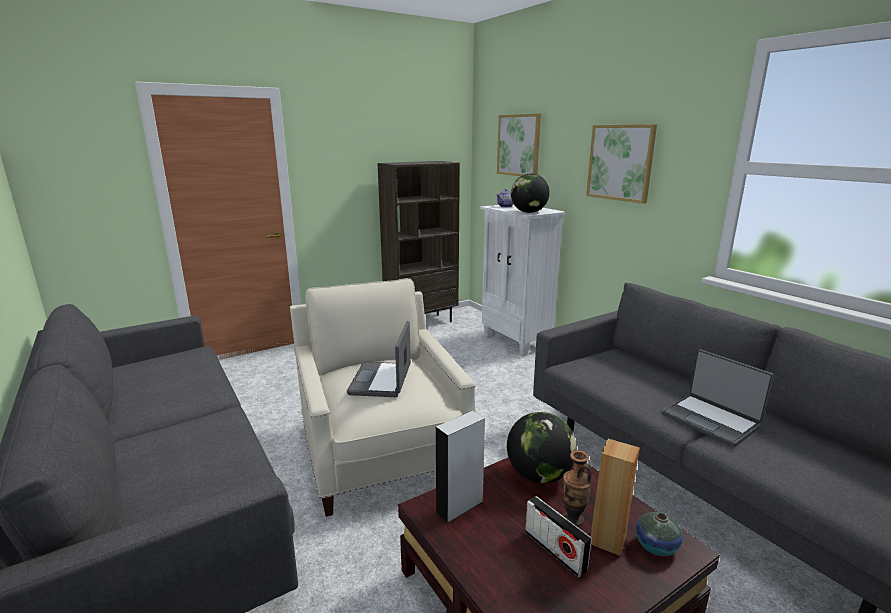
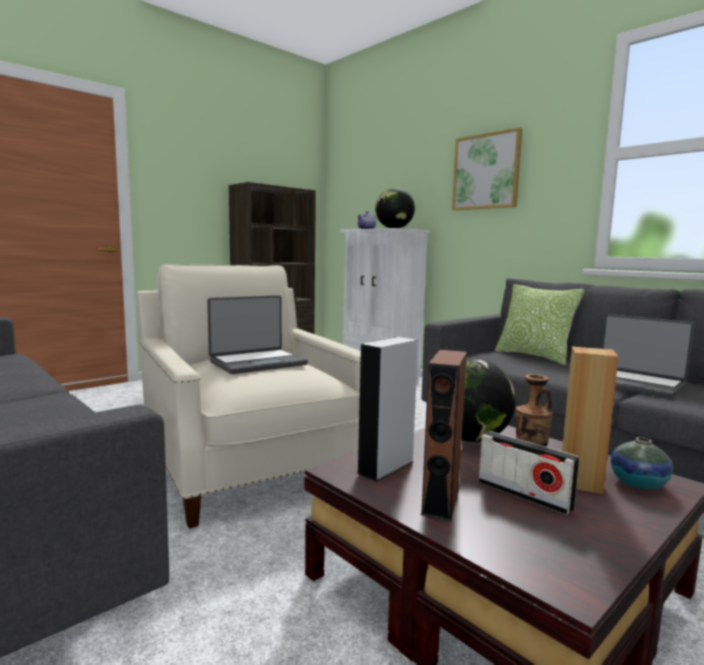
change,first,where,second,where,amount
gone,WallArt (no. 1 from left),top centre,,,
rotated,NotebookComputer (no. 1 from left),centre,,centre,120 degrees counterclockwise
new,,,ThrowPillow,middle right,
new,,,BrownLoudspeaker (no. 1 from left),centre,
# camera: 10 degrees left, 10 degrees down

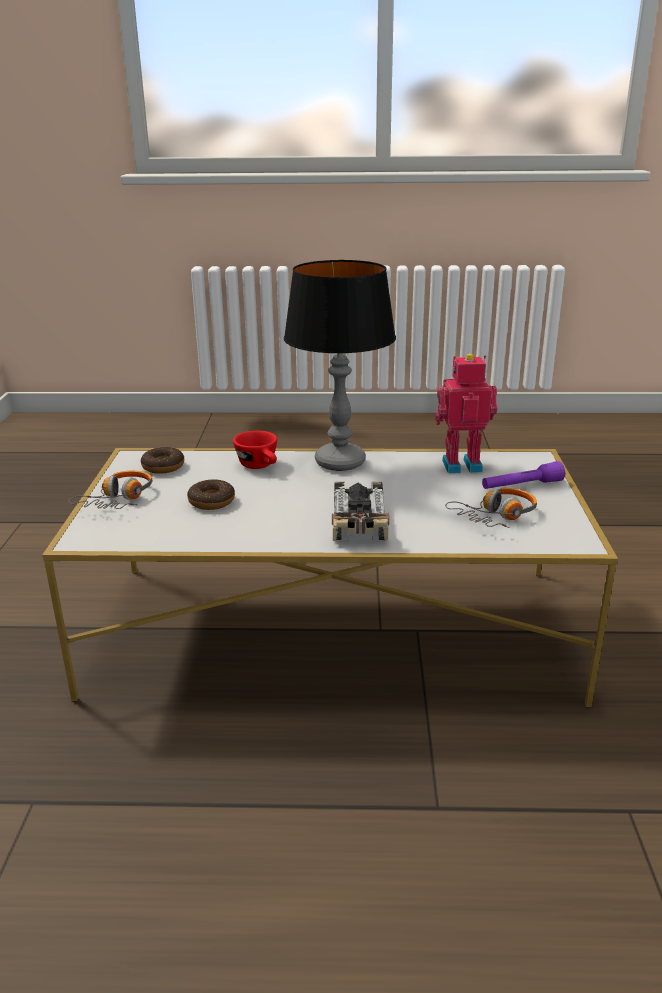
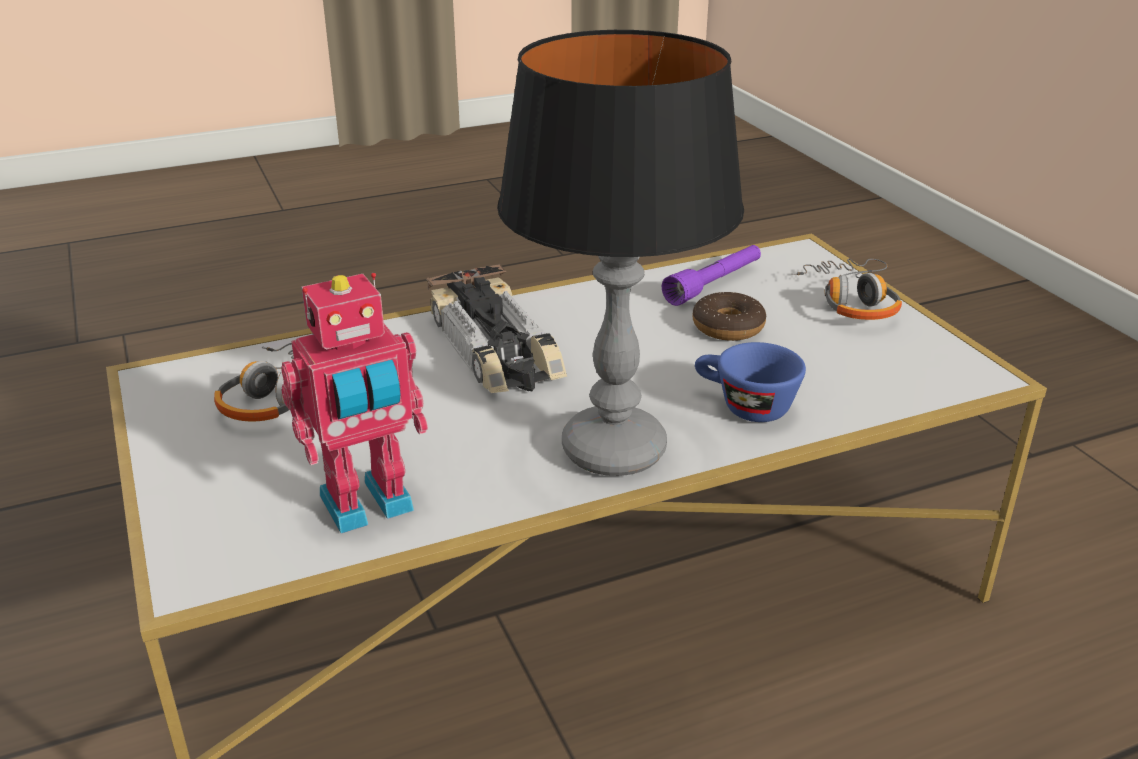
change,first,where,second,where,amount
repainted,RedSmallCup,centre,BlueColouredSmallCup,centre,
gone,Doughnut (no. 1 from left),middle left,,,
shifted,PurpleColouredTorch,middle right,,centre,
# camera: 155 degrees right, 5 degrees up

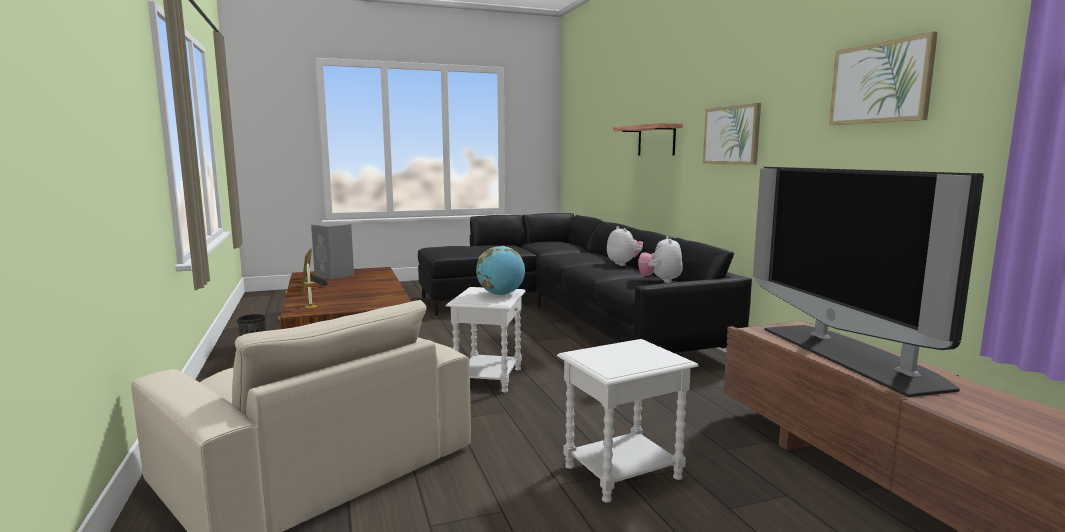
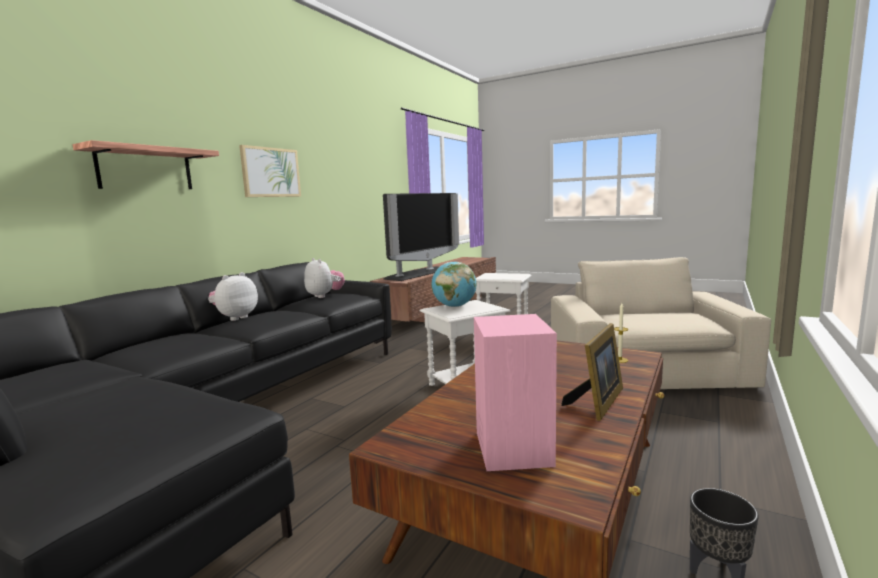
change,first,where,second,where,amount
gone,WallArt (no. 2 from left),top right,,,
repainted,GreyishLoudspeaker,middle left,PinkLoudspeaker,bottom centre,
rotated,CuddlyToy (no. 2 from left),centre,,centre,90 degrees counterclockwise
# camera: 130 degrees left, 0 degrees up

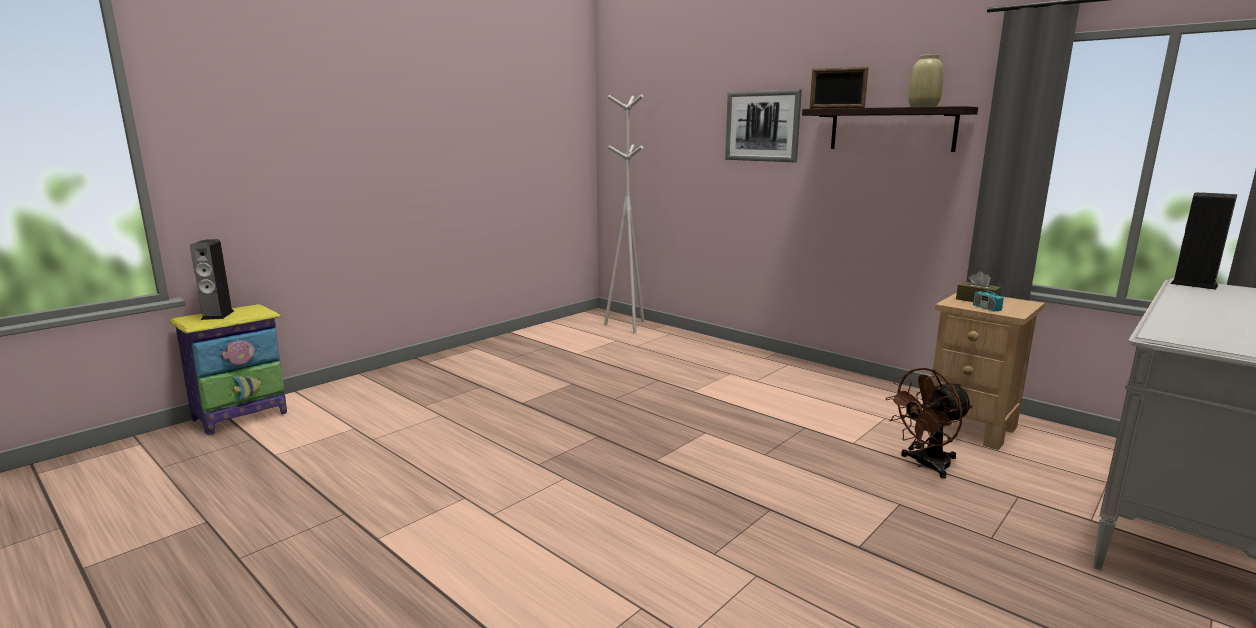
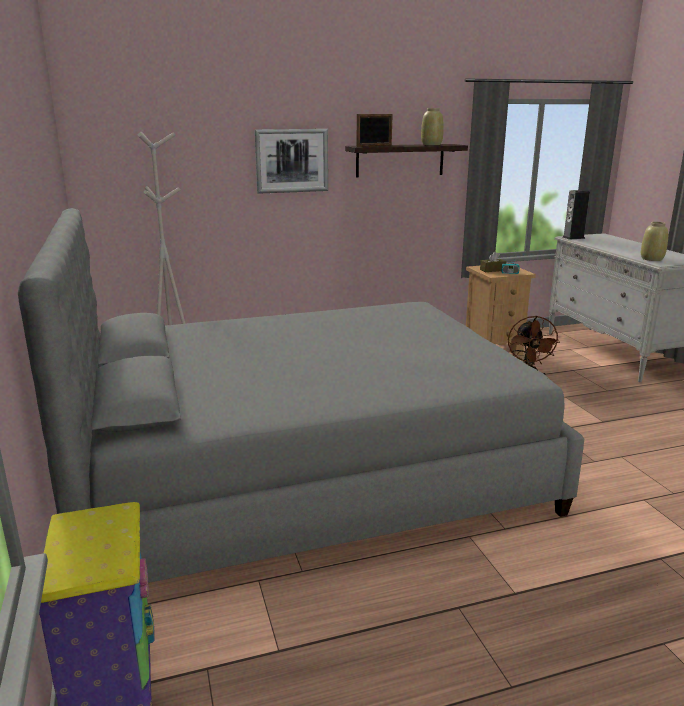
change,first,where,second,where,amount
gone,Loudspeaker (no. 1 from left),middle left,,,
new,,,GreyishBed,centre,
new,,,SandColouredDecorativeVase (no. 2 from left),middle right,
# camera: 60 degrees left, 5 degrees up

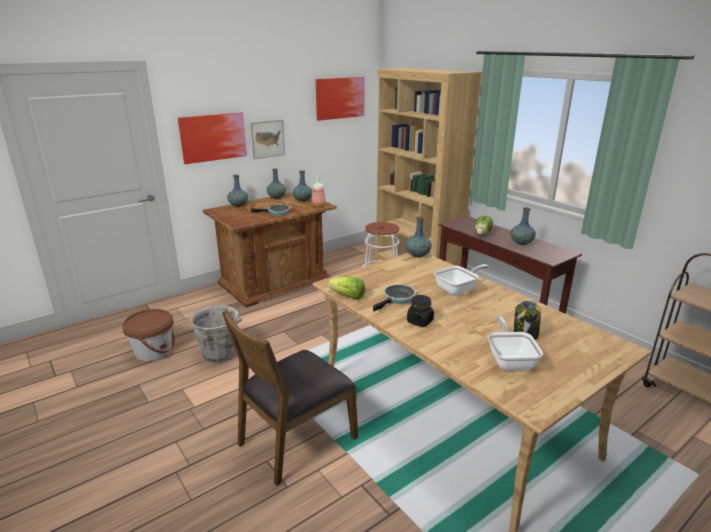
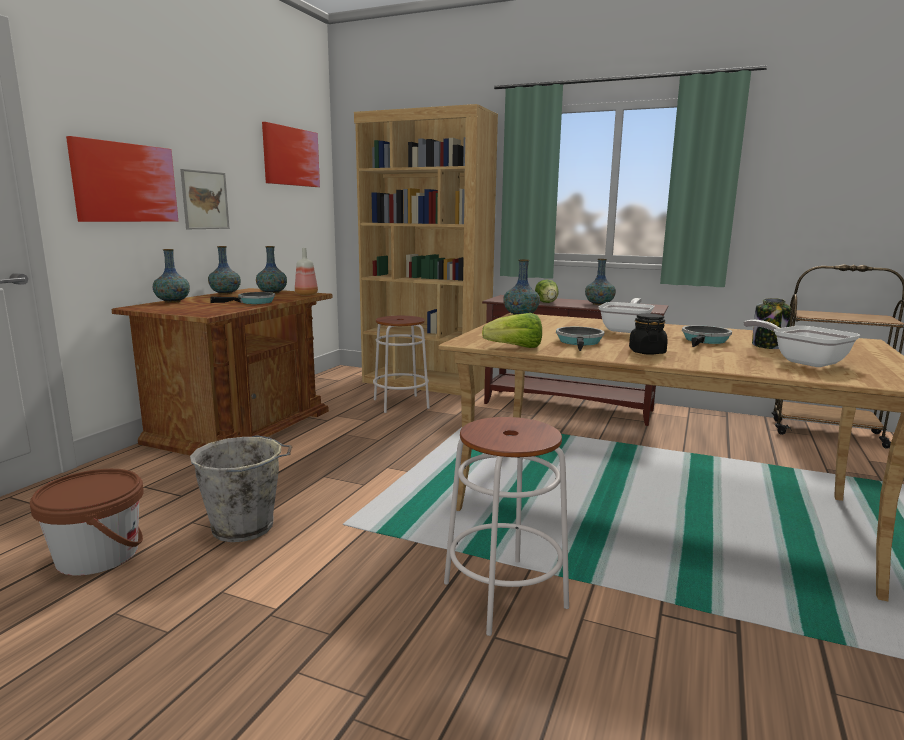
change,first,where,second,where,amount
swapped,BrownUprightChair,bottom centre,WhitishStoolSeat (no. 2 from left),bottom centre,
new,,,Skillet (no. 4 from left),middle right,
# camera: 30 degrees left, 10 degrees down

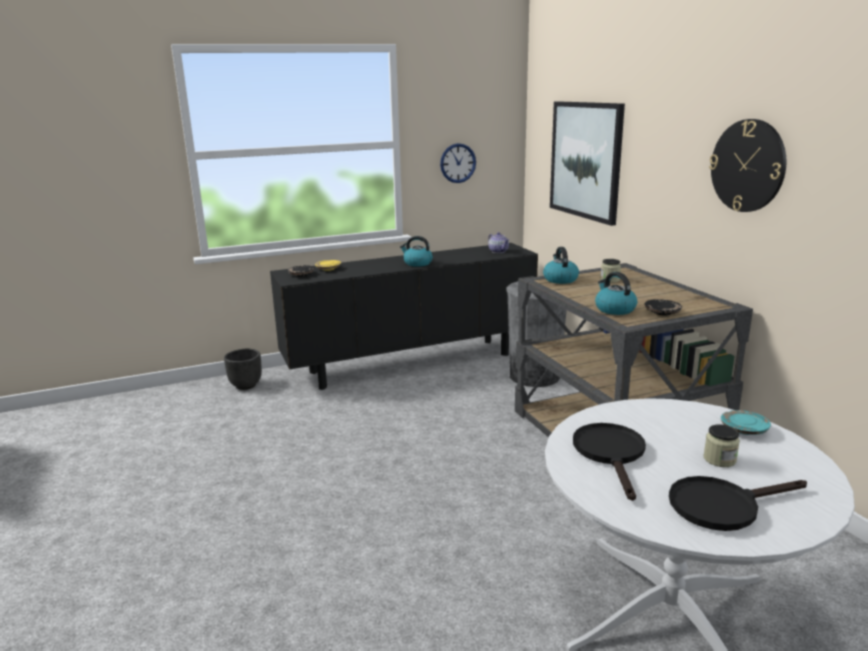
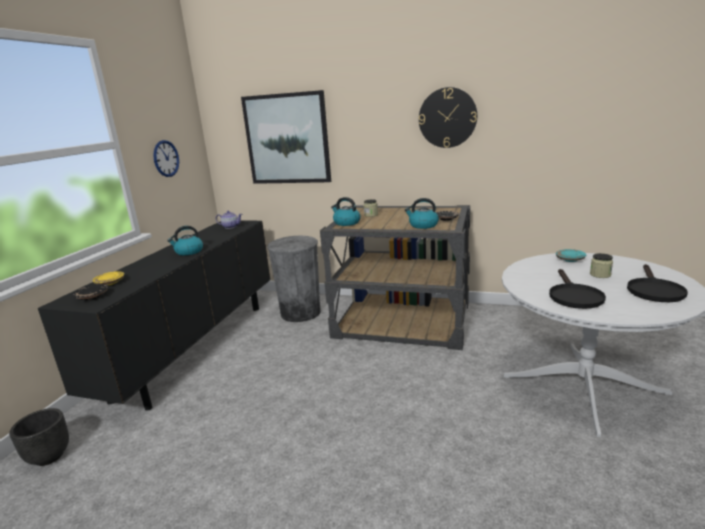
change,first,where,second,where,amount
rotated,BlackishSkillet (no. 1 from left),bottom right,,middle right,120 degrees counterclockwise
# camera: 50 degrees left, 0 degrees up

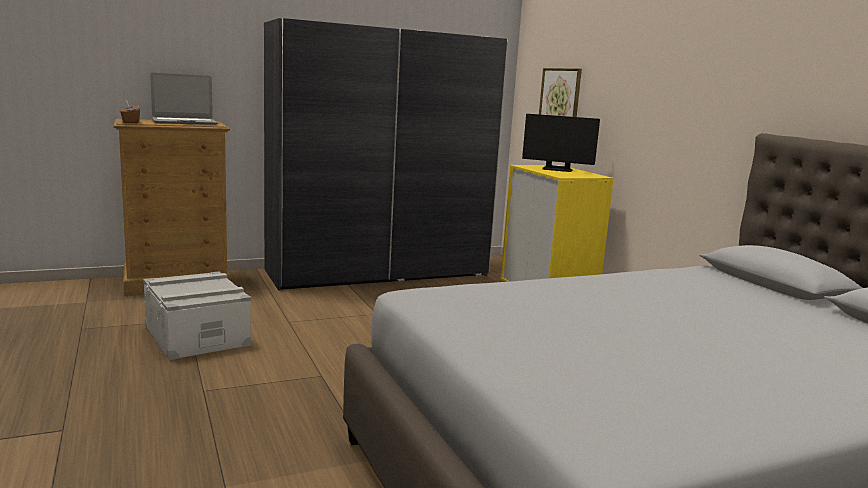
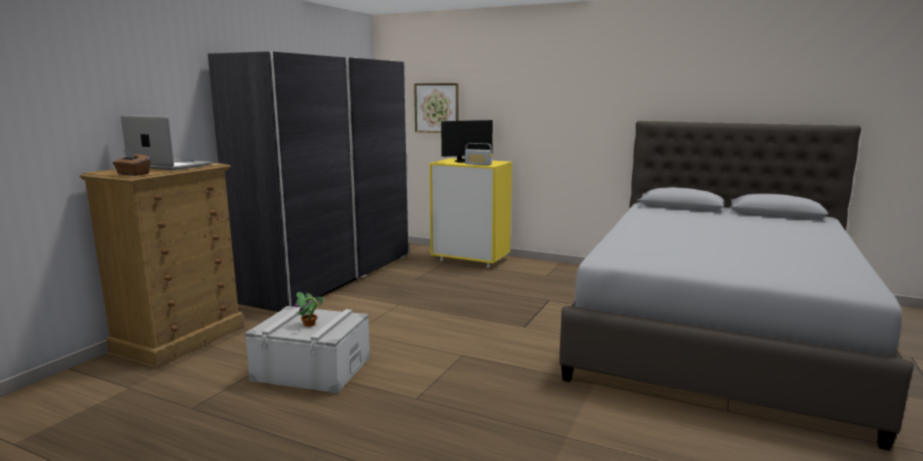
change,first,where,second,where,amount
rotated,NotebookComputer,top left,,top left,90 degrees counterclockwise
new,,,Radio,centre,
new,,,PlantInAPot,bottom centre,
# camera: 40 degrees left, 0 degrees up

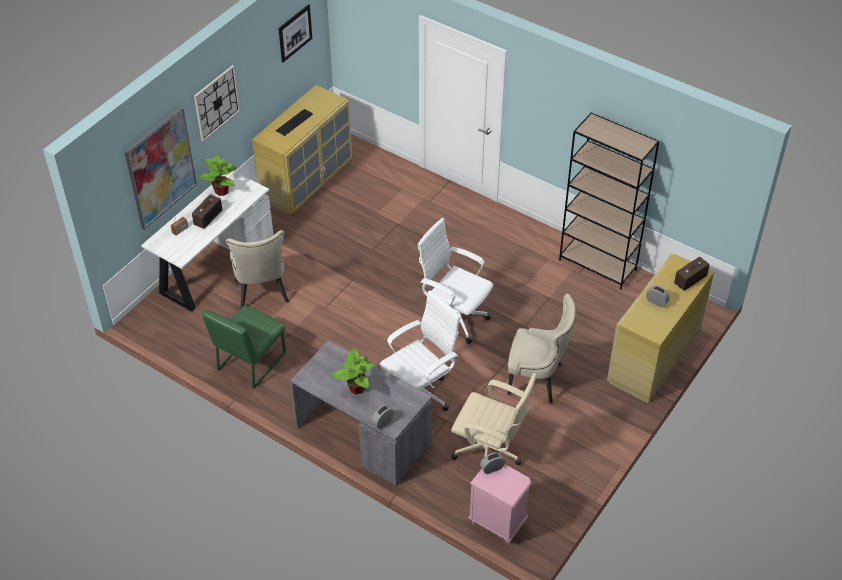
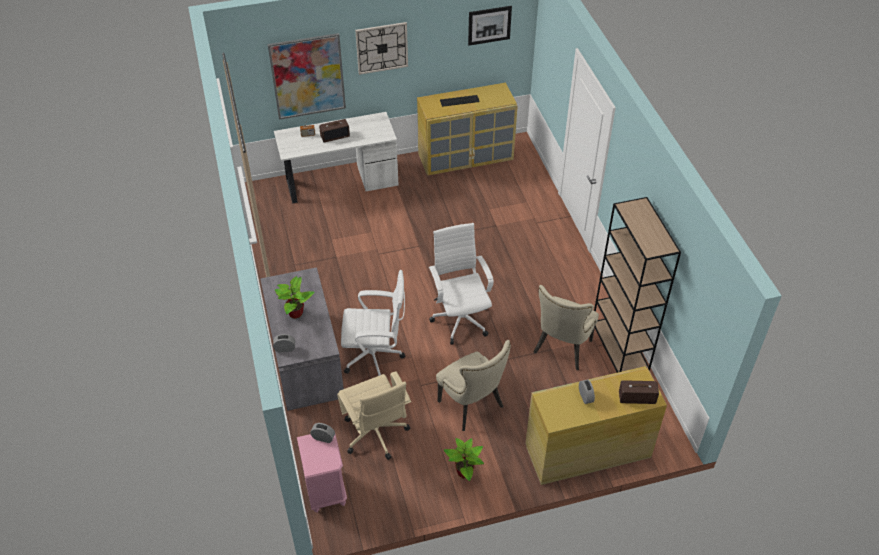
change,first,where,second,where,amount
shifted,PlantInAPot (no. 1 from left in the first image),top left,PlantInAPot (no. 2 from left),bottom centre,
shifted,SandColouredUprightChair (no. 1 from left in the first image),middle left,SandColouredUprightChair (no. 2 from left),centre,
gone,GreenColouredUprightChair,middle left,,,
# camera: 40 degrees right, 0 degrees up

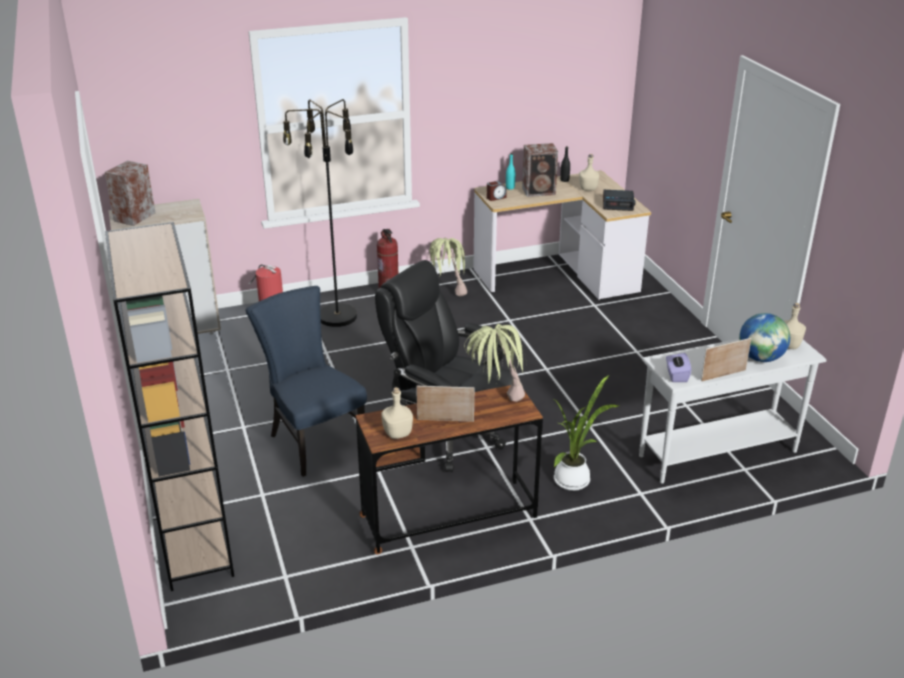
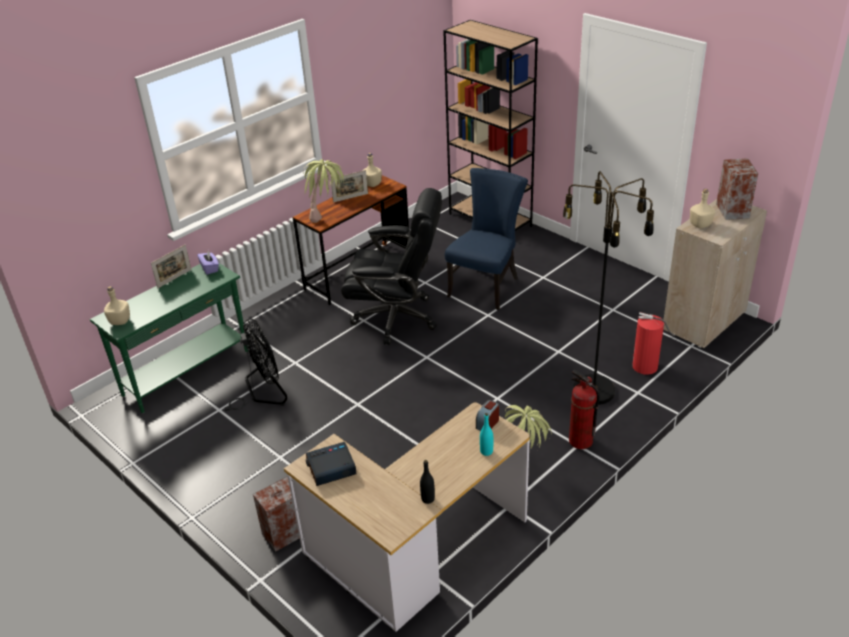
change,first,where,second,where,amount
shifted,Loudspeaker (no. 2 from left in the first image),top centre,Loudspeaker (no. 1 from left),bottom left,
shifted,SandColouredBottle (no. 2 from left in the first image),top centre,SandColouredBottle (no. 3 from left),top right,
rotated,BlueColouredUprightChair,centre,,centre,90 degrees counterclockwise
gone,Globe,middle right,,,
repainted,WhitishConsoleTable,middle right,GreenColouredConsoleTable,middle left,
gone,PlantInAPot (no. 3 from left),centre,,,
new,,,BlackishFan,middle left,
# camera: 155 degrees right, 5 degrees up

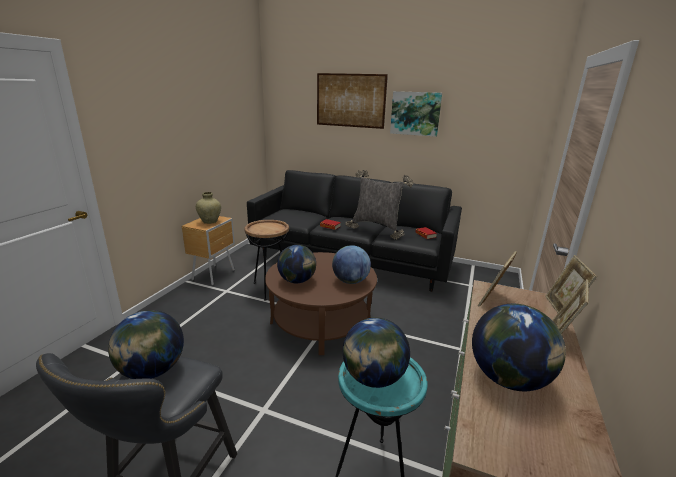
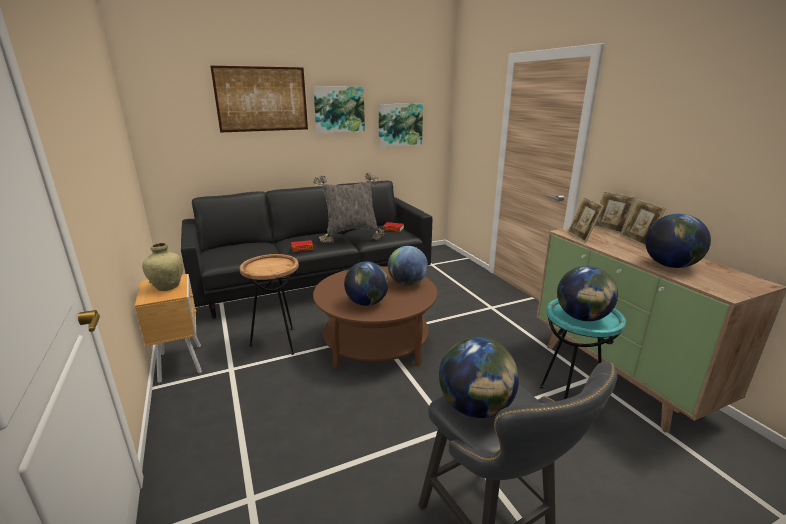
change,first,where,second,where,amount
new,,,WallArt (no. 3 from left),top centre,
# camera: 45 degrees left, 0 degrees up

